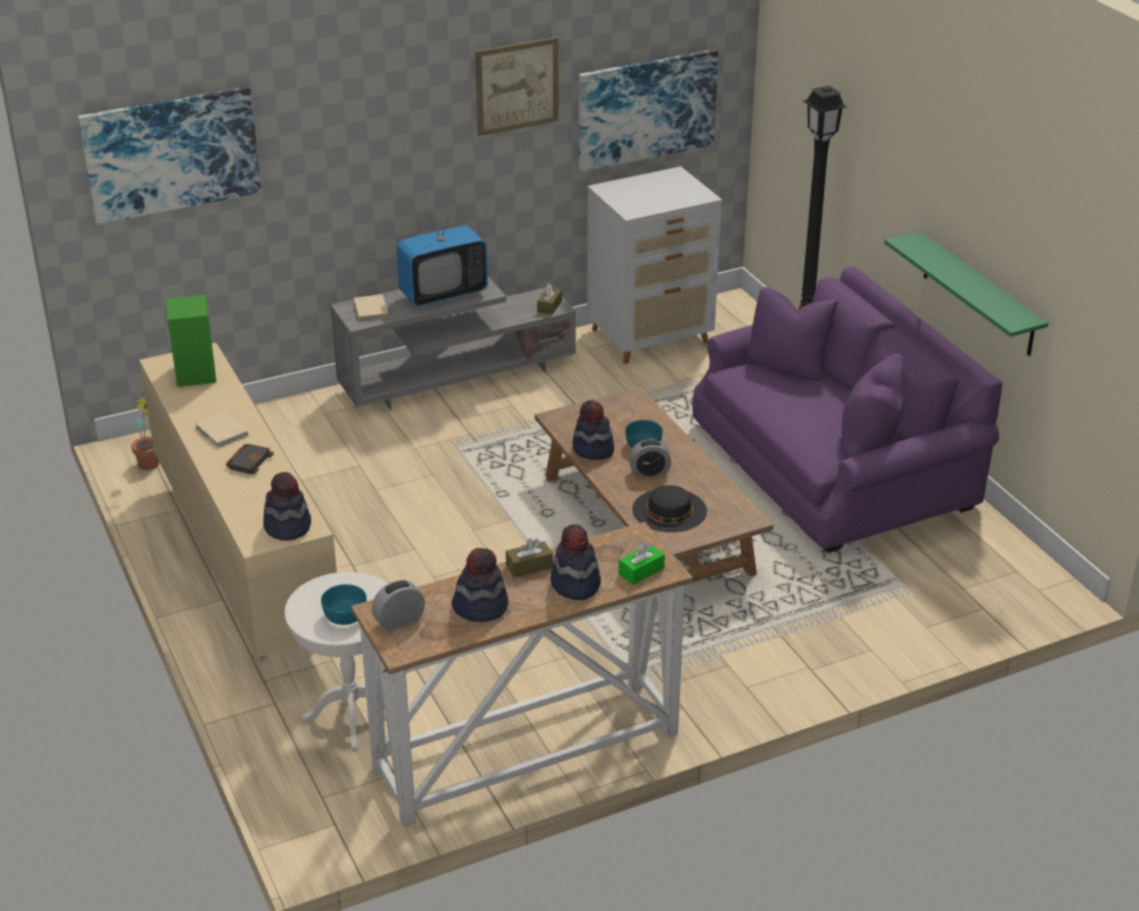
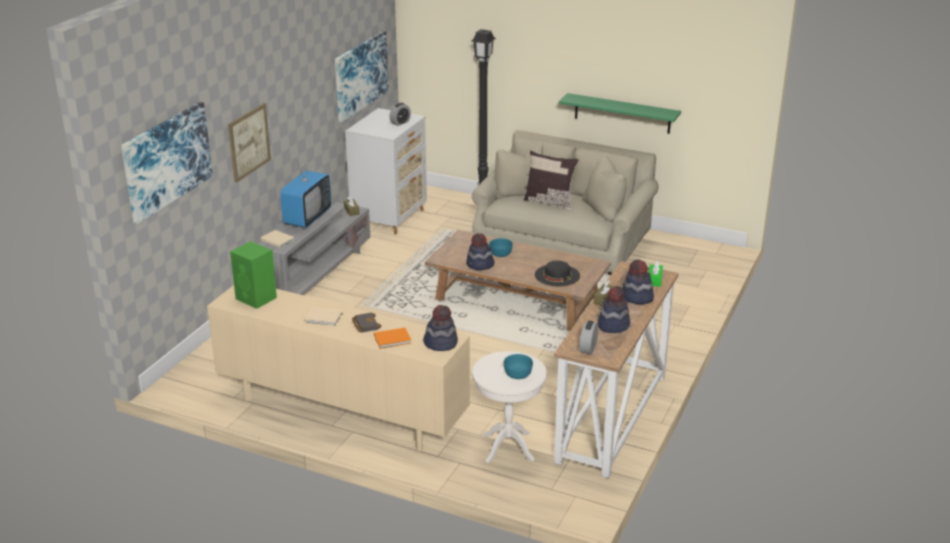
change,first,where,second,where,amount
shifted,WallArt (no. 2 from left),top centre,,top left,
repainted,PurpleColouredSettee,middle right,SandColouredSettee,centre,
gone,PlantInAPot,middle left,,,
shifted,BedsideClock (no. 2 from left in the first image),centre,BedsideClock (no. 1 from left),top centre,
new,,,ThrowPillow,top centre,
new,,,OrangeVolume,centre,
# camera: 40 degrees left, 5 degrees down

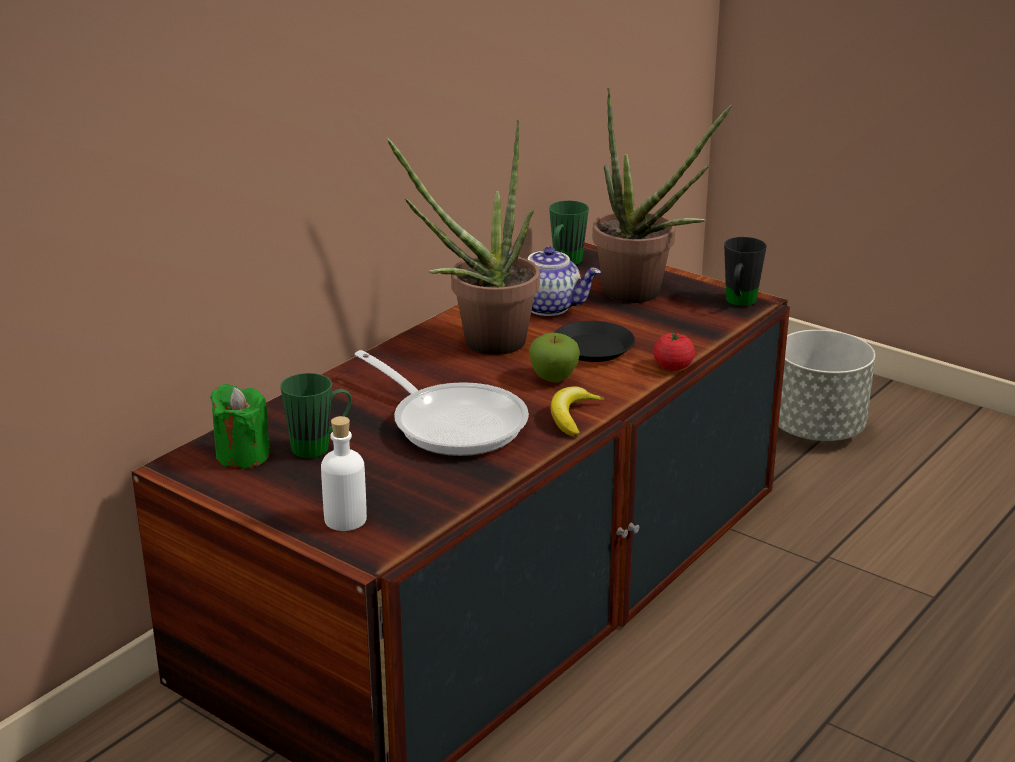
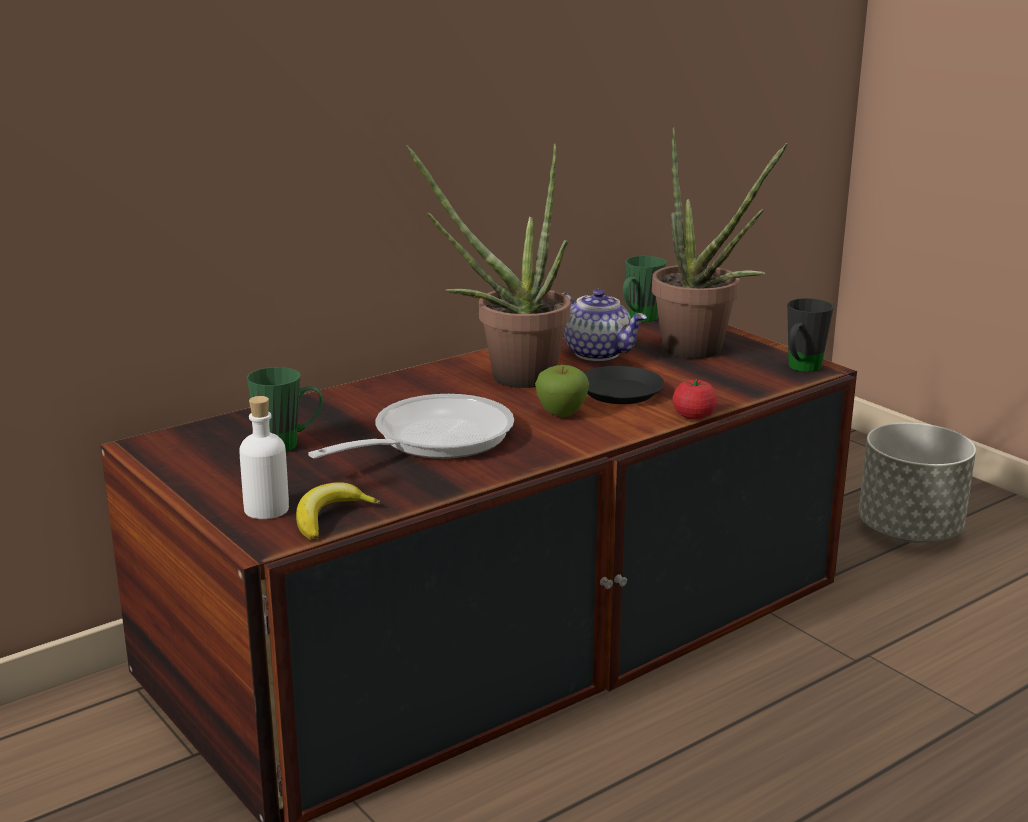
change,first,where,second,where,amount
rotated,Skillet,centre,,centre,105 degrees counterclockwise
gone,GreenColouredWaxCandle,middle left,,,
shifted,BananaFruit,centre,,middle left,
# camera: 15 degrees right, 5 degrees down

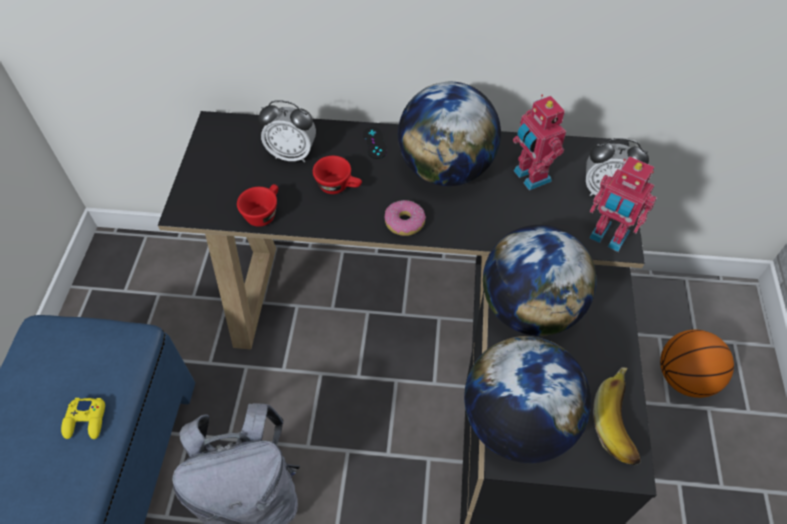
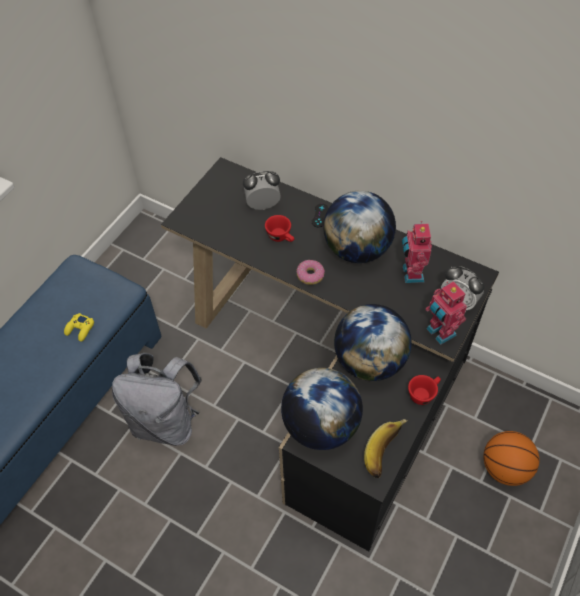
change,first,where,second,where,amount
rotated,BedsideClock (no. 1 from left),top centre,,top centre,135 degrees clockwise
shifted,RedSmallCup (no. 1 from left in the first image),middle left,RedSmallCup (no. 2 from left),middle right,
# camera: 25 degrees right, 0 degrees up

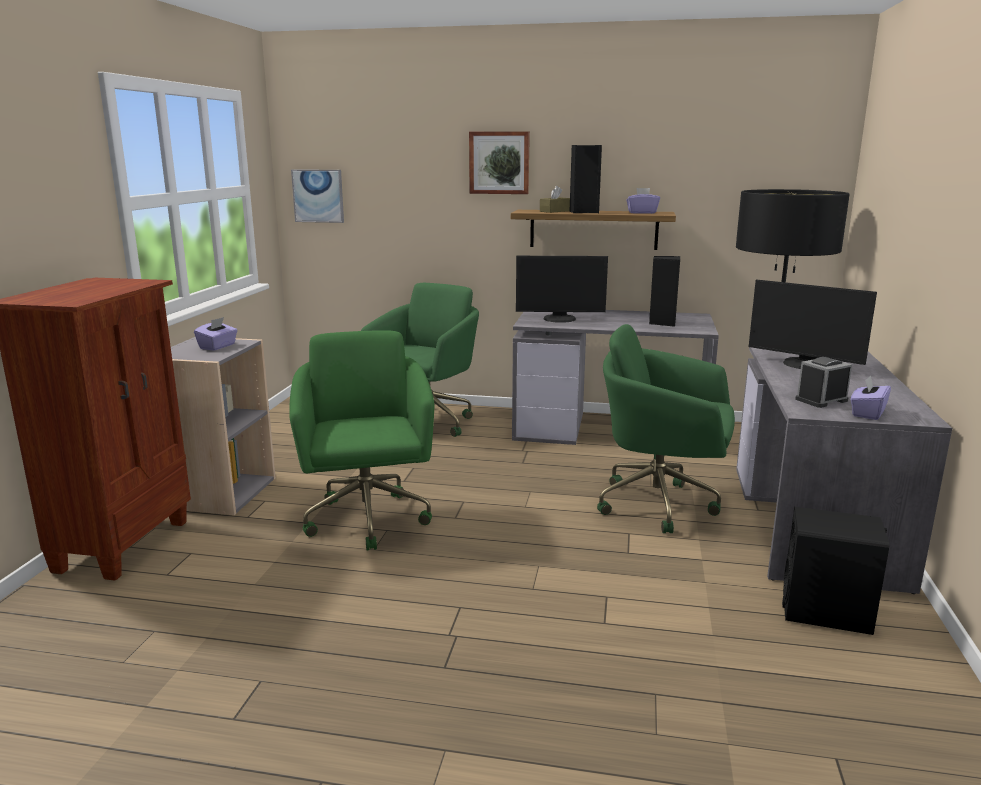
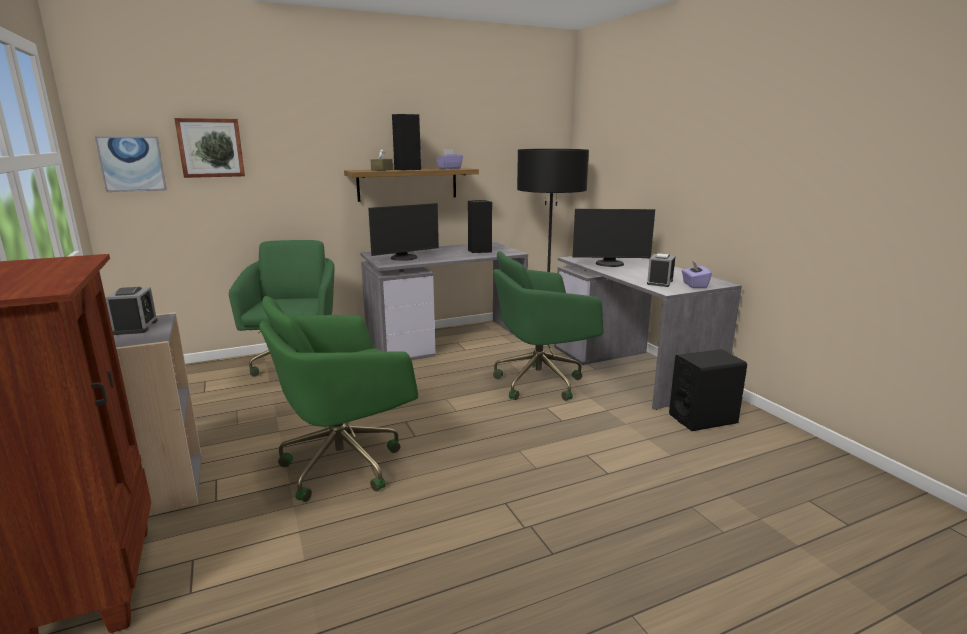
change,first,where,second,where,amount
shifted,WallArt (no. 2 from left),top centre,,top left,
swapped,PurpleColouredTissueBox (no. 1 from left),middle left,BedsideClock (no. 1 from left),middle left,
rotated,GreenColouredComputerChair (no. 1 from left in the first image),centre,GreenColouredComputerChair (no. 2 from left),centre,75 degrees counterclockwise
# camera: 35 degrees left, 0 degrees up

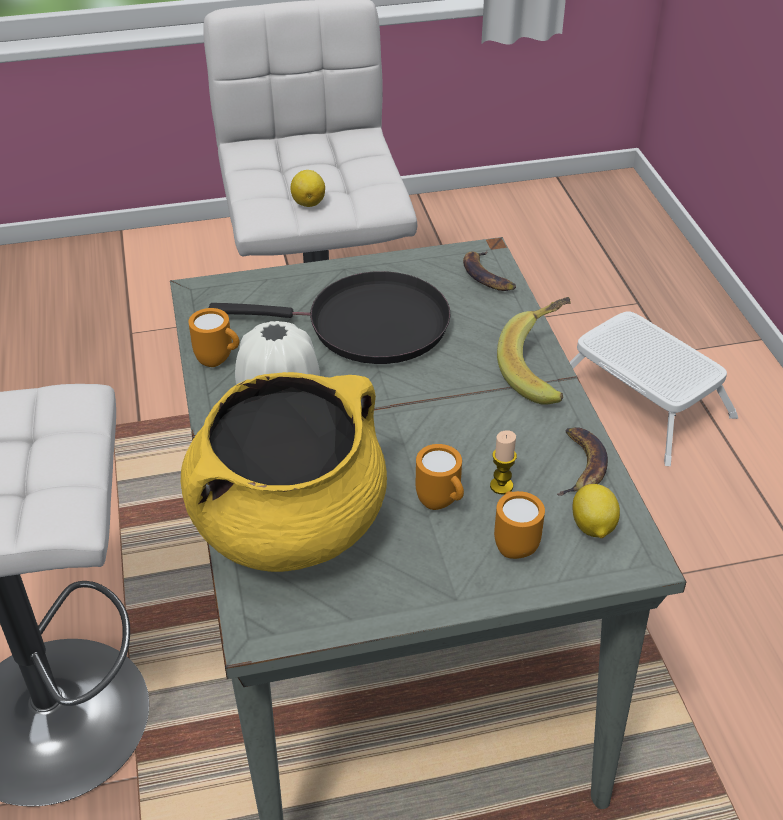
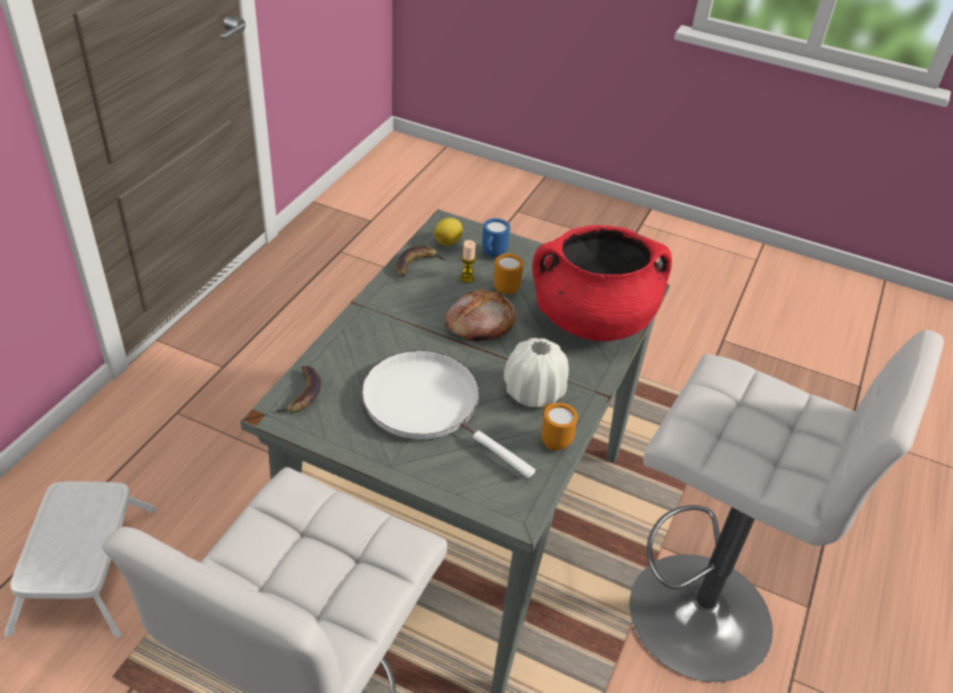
change,first,where,second,where,amount
gone,Lemon (no. 1 from left),top centre,,,
repainted,BlackishSkillet,centre,WhitishSkillet,centre,
gone,BananaFruit (no. 2 from left),middle right,,,
repainted,YellowColouredCookingPot,centre,RedCookingPot,centre,
repainted,OrangeTeaMug (no. 3 from left),centre,BlueColouredTeaMug,centre,
new,,,Bread,centre,
# camera: 145 degrees left, 0 degrees up

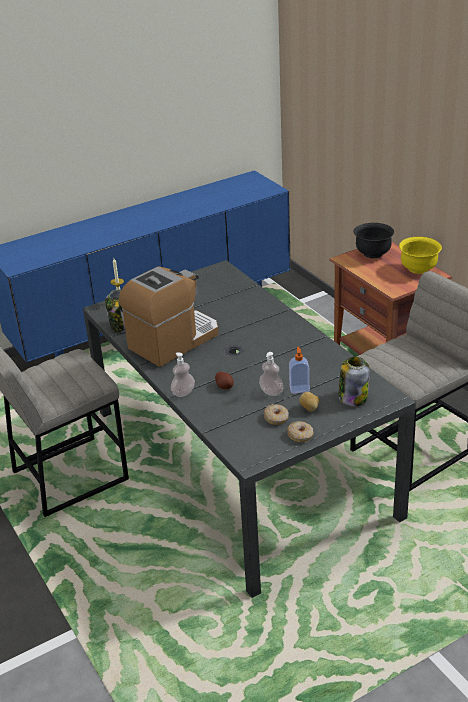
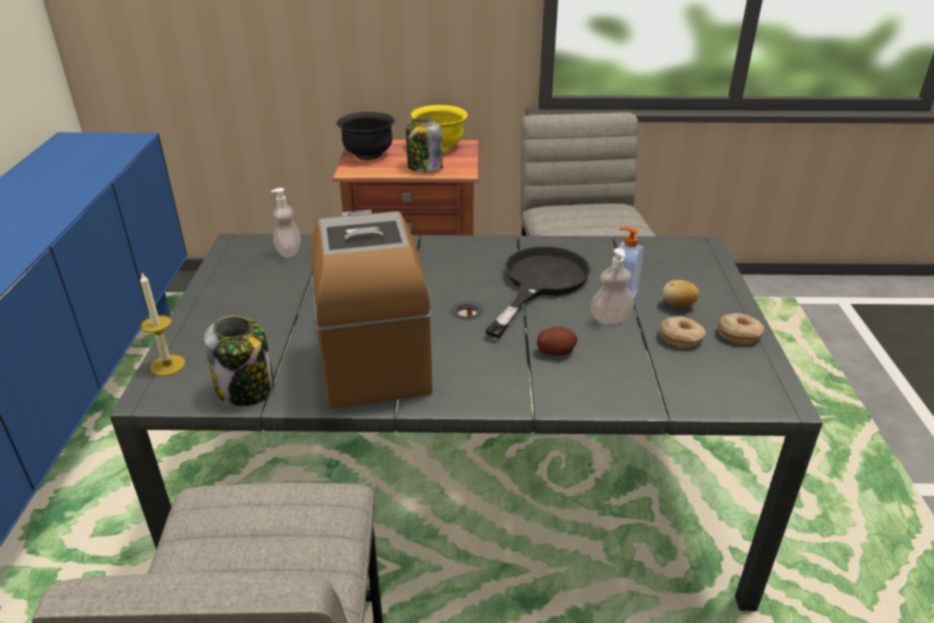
change,first,where,second,where,amount
shifted,SoapDispenser (no. 1 from left),centre,,middle left,
shifted,Jar (no. 2 from left),middle right,,top centre,
new,,,BlackishSkillet,centre,
# camera: 60 degrees left, 0 degrees up

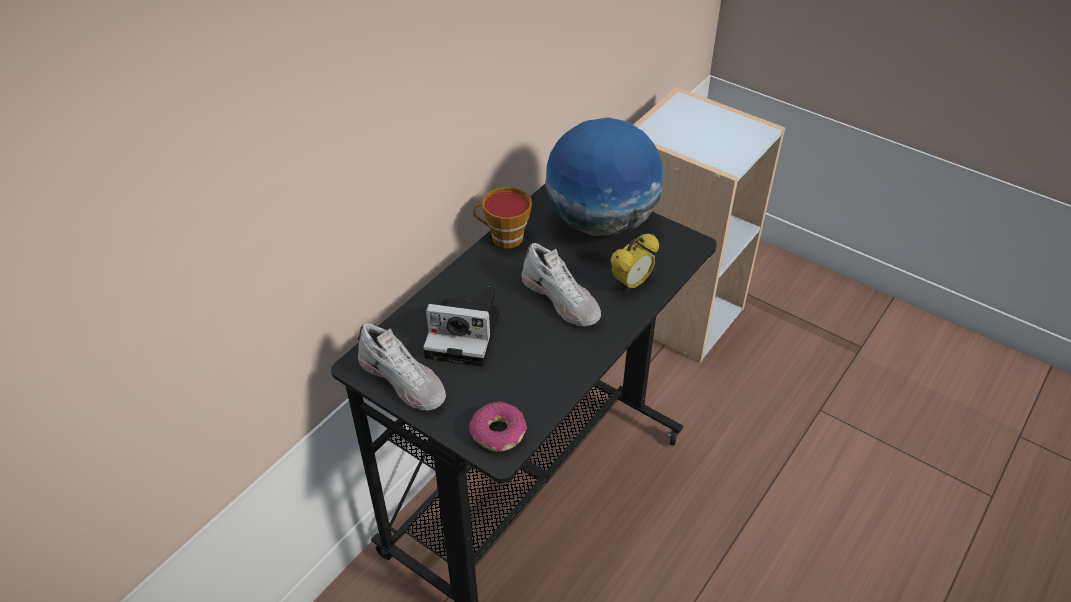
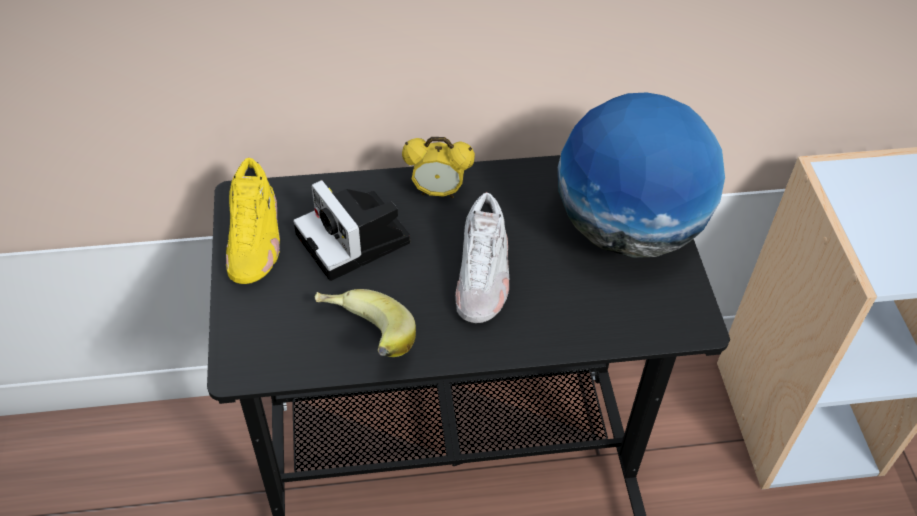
change,first,where,second,where,amount
gone,SmallCup,centre,,,
shifted,BedsideClock,centre,,top centre,
repainted,WhitishItemOfFootwear (no. 1 from left),centre,YellowColouredItemOfFootwear,middle left,
gone,Doughnut,bottom centre,,,
new,,,BananaFruit,centre,
# camera: 45 degrees right, 5 degrees up

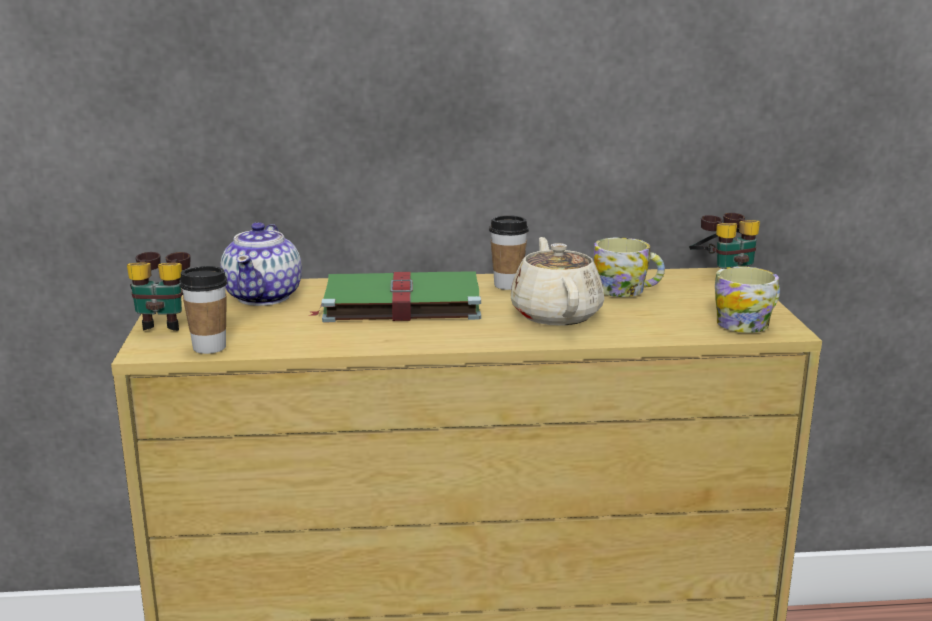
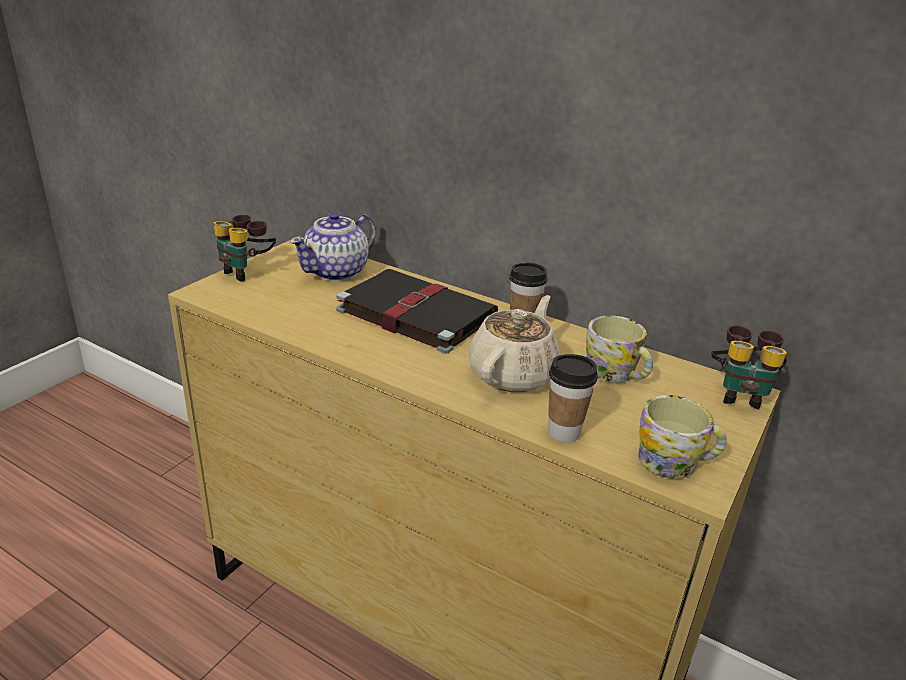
change,first,where,second,where,amount
shifted,SmallCup (no. 1 from left in the first image),middle left,SmallCup (no. 2 from left),centre,
repainted,GreenColouredVolume,centre,BlackishVolume,centre,
# camera: 35 degrees right, 10 degrees up

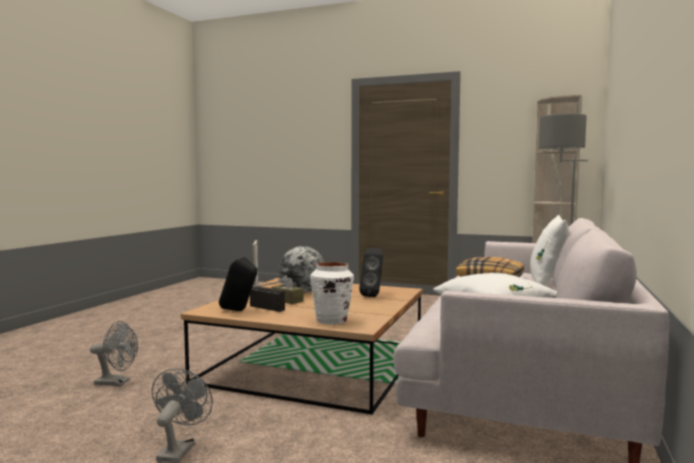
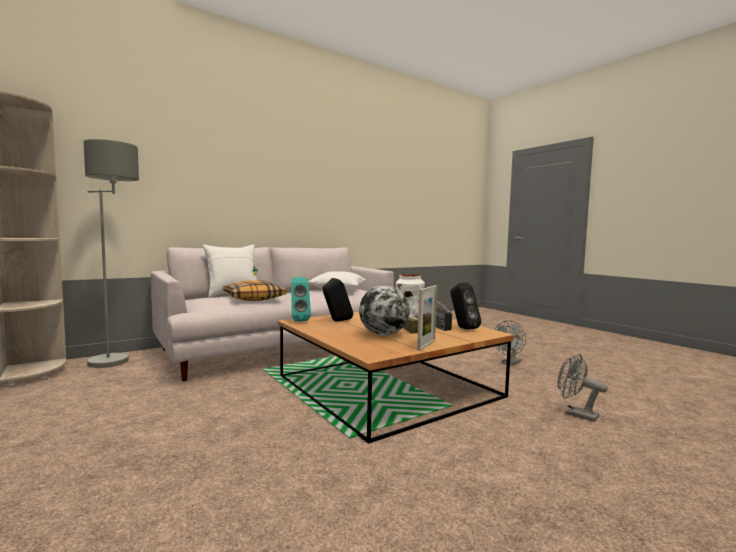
change,first,where,second,where,amount
new,,,BlueGreenLoudspeaker,centre,
# camera: 145 degrees left, 0 degrees up

